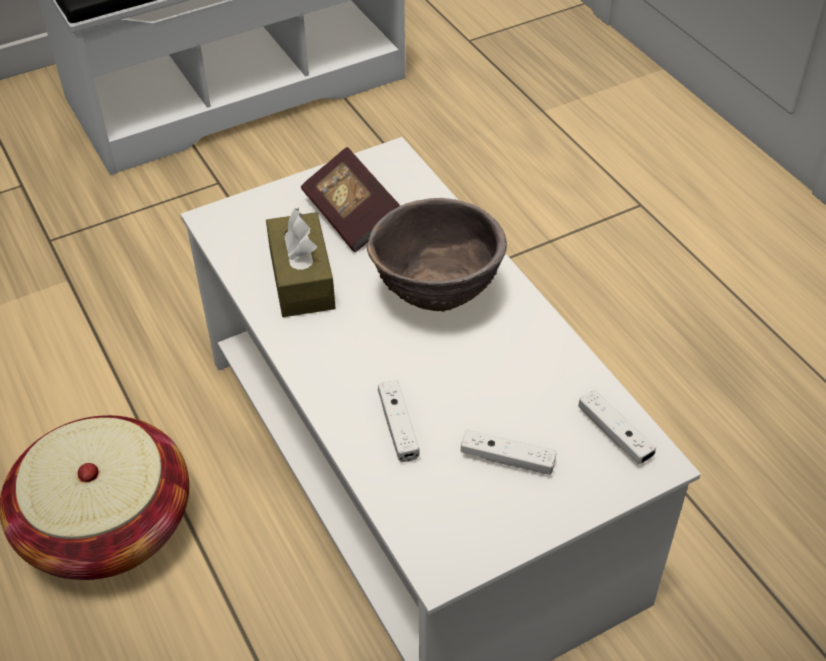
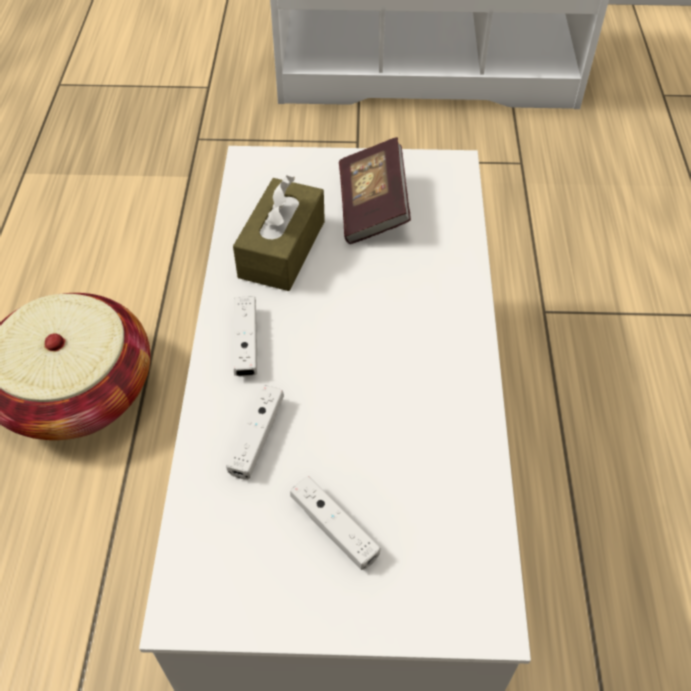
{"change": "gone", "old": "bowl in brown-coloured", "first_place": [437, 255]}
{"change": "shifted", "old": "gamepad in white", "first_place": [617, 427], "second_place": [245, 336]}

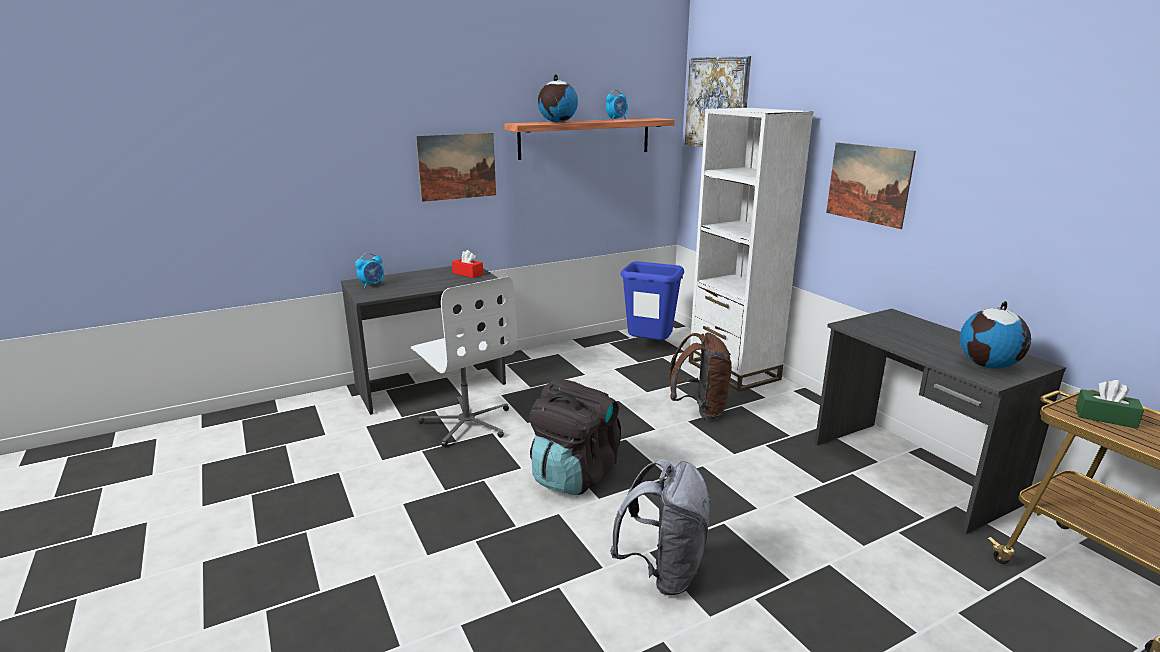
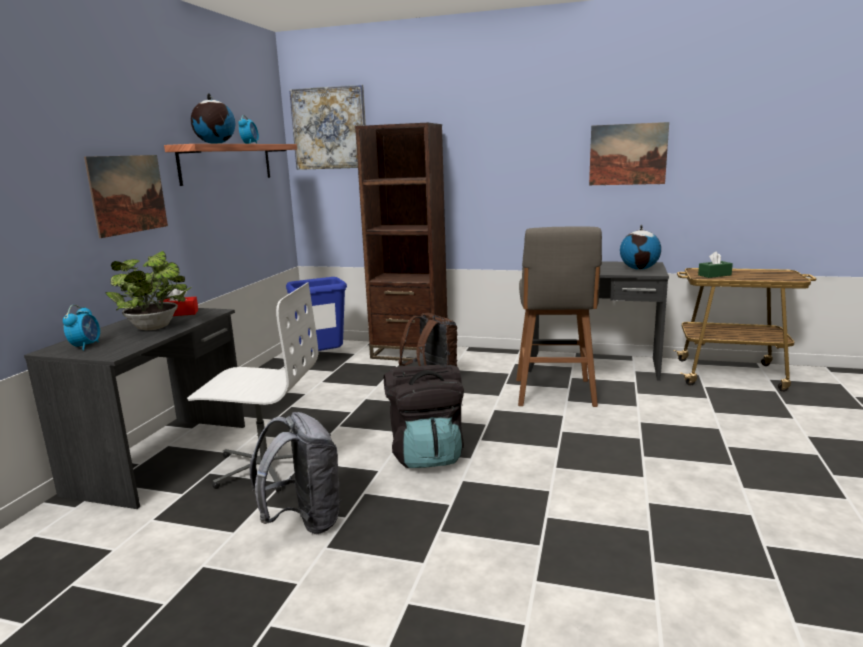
{"change": "new", "new": "potted plant", "second_place": [149, 290]}
{"change": "new", "new": "stool seat in greyish", "second_place": [559, 316]}
{"change": "shifted", "old": "backpack in greyish", "first_place": [661, 527], "second_place": [295, 473]}
{"change": "shifted", "old": "wall art", "first_place": [871, 185], "second_place": [629, 153]}
{"change": "repainted", "old": "bookcase in white", "new": "bookcase in brown-coloured", "first_place": [751, 250], "second_place": [401, 242]}

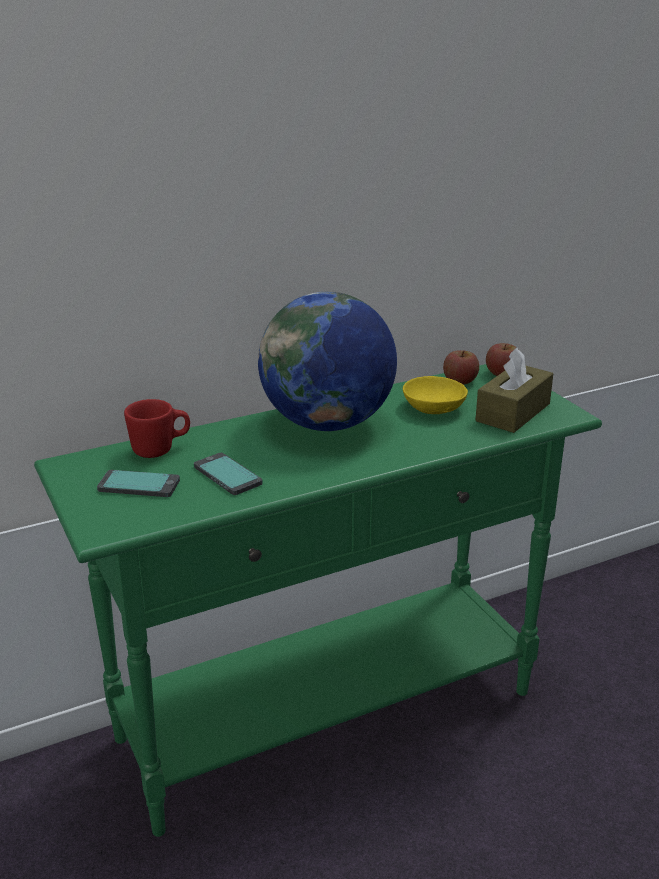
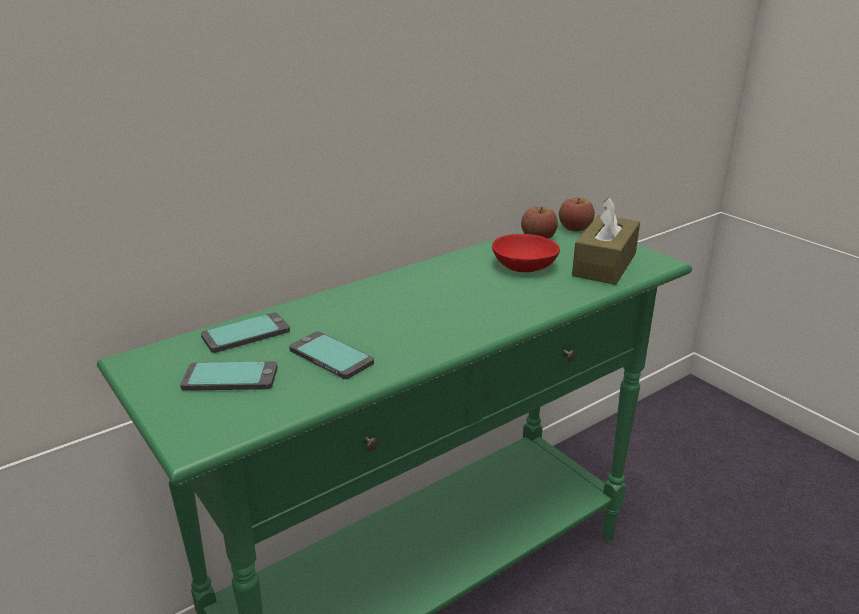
{"change": "gone", "old": "world globe", "first_place": [327, 361]}
{"change": "swapped", "old": "coffee mug in reddish", "new": "telephone", "first_place": [157, 428], "second_place": [245, 333]}
{"change": "repainted", "old": "bowl in yellowish", "new": "bowl in reddish", "first_place": [435, 395], "second_place": [526, 253]}

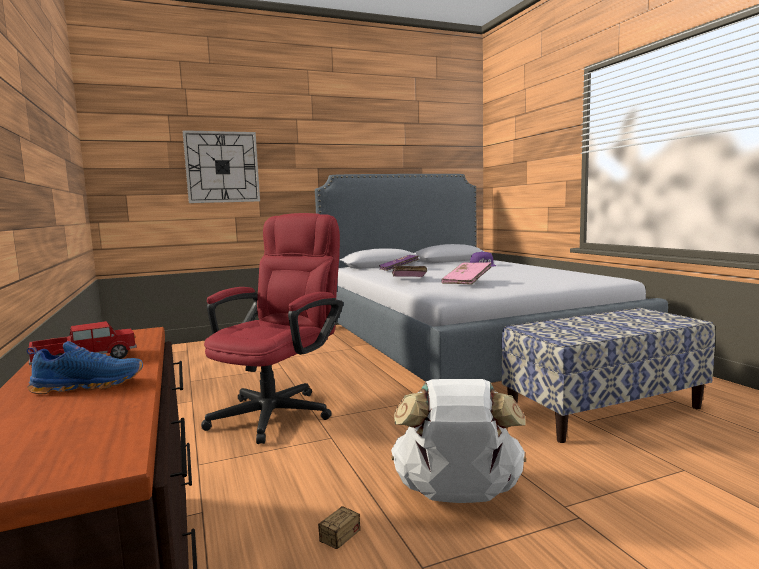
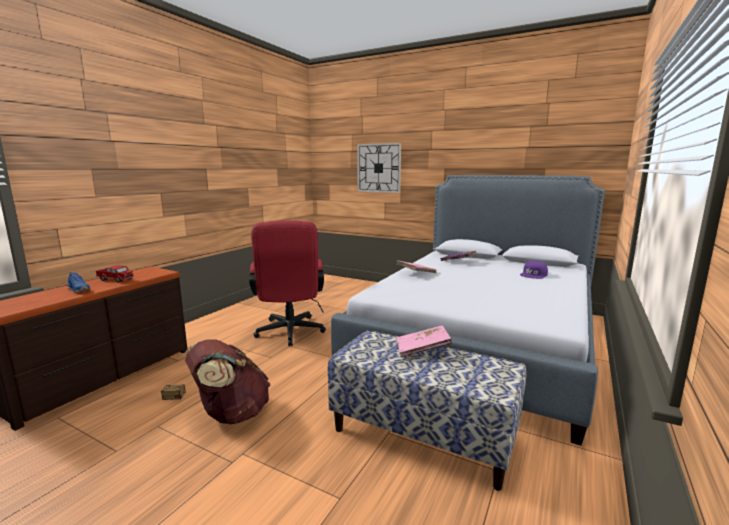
{"change": "shifted", "old": "book in pink", "first_place": [466, 273], "second_place": [424, 341]}
{"change": "repainted", "old": "backpack in white", "new": "backpack in brown-coloured", "first_place": [458, 441], "second_place": [227, 381]}
{"change": "rotated", "old": "computer chair in reddish", "first_place": [272, 328], "second_place": [287, 283], "degrees": 90}

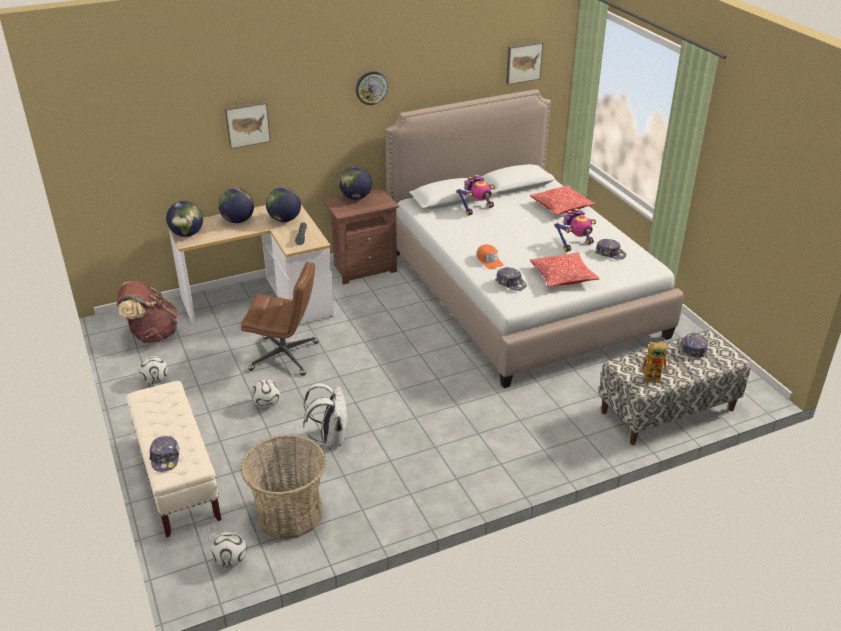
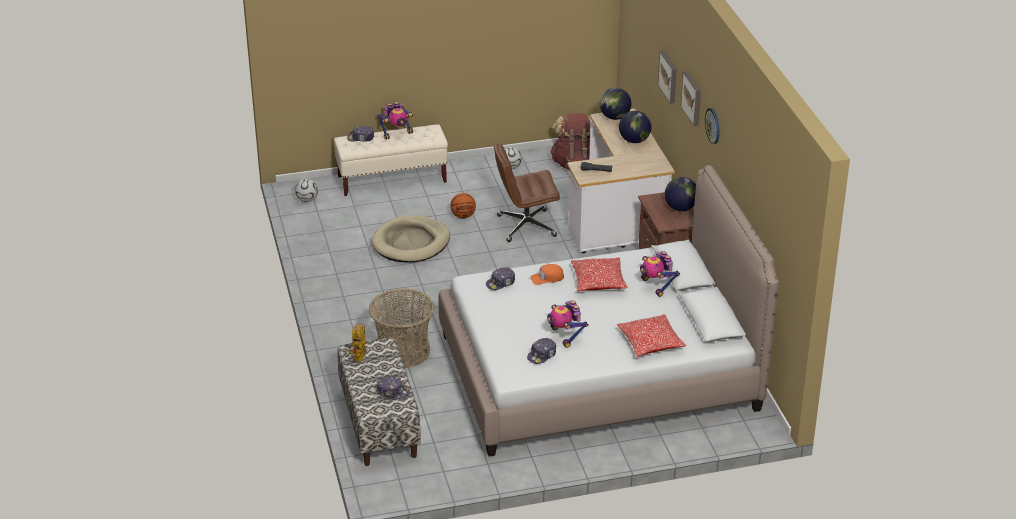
{"change": "gone", "old": "world globe", "first_place": [283, 204]}
{"change": "new", "new": "model robot", "second_place": [395, 121]}
{"change": "shifted", "old": "household basket", "first_place": [283, 487], "second_place": [402, 328]}
{"change": "shifted", "old": "wall art", "first_place": [524, 63], "second_place": [691, 98]}
{"change": "shifted", "old": "cushion", "first_place": [565, 269], "second_place": [599, 274]}
{"change": "swapped", "old": "ball for football", "new": "ball for basketball", "first_place": [265, 393], "second_place": [463, 205]}
{"change": "swapped", "old": "backpack in white", "new": "pet bed in beige", "first_place": [325, 415], "second_place": [410, 239]}
{"change": "rotated", "old": "computer chair in brown-coloured", "first_place": [280, 319], "second_place": [527, 192], "degrees": 60}

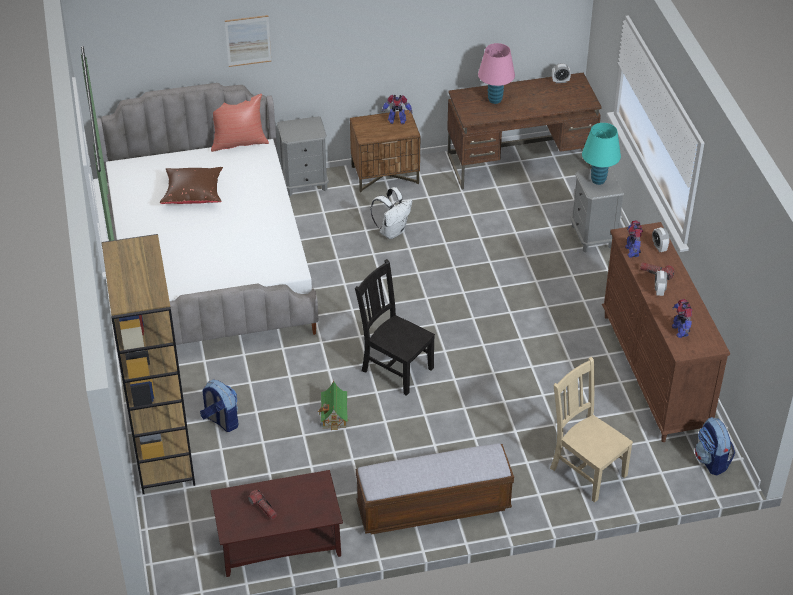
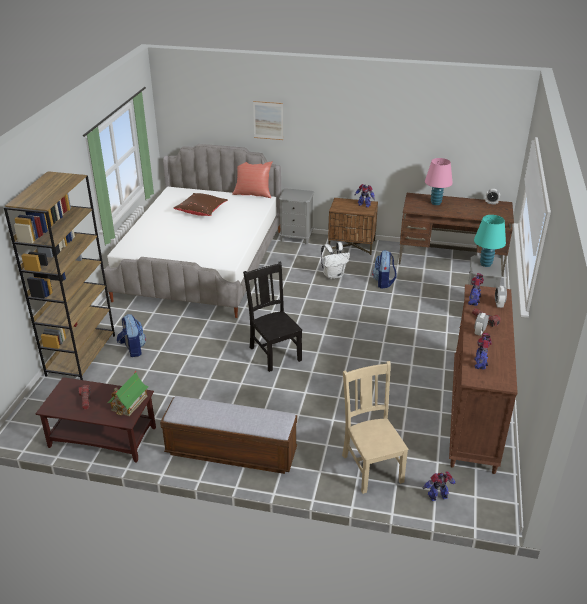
{"change": "new", "new": "model robot", "second_place": [439, 486]}
{"change": "shifted", "old": "miniature house", "first_place": [333, 405], "second_place": [128, 393]}
{"change": "shifted", "old": "backpack", "first_place": [715, 446], "second_place": [384, 269]}

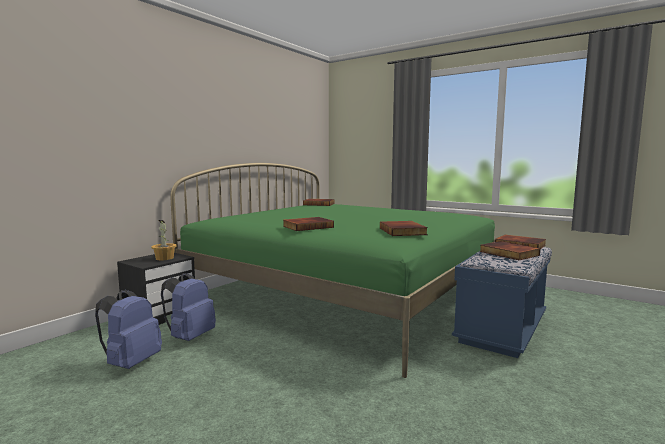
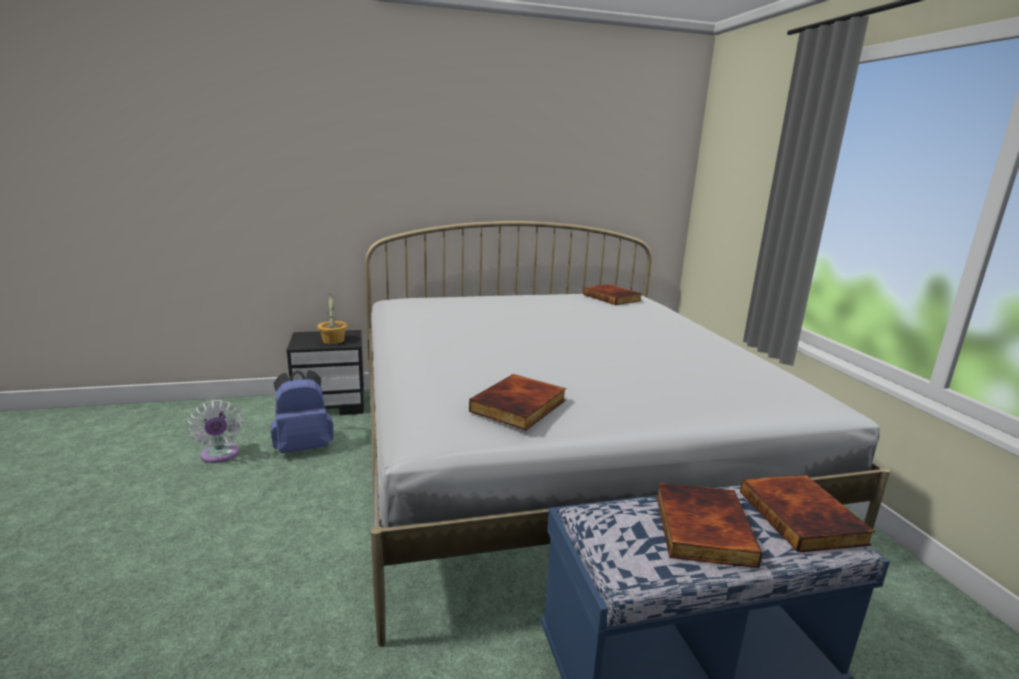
{"change": "gone", "old": "book", "first_place": [308, 224]}
{"change": "swapped", "old": "backpack in blue", "new": "fan in white", "first_place": [128, 329], "second_place": [215, 431]}
{"change": "repainted", "old": "bed in green", "new": "bed in white", "first_place": [332, 270], "second_place": [627, 434]}

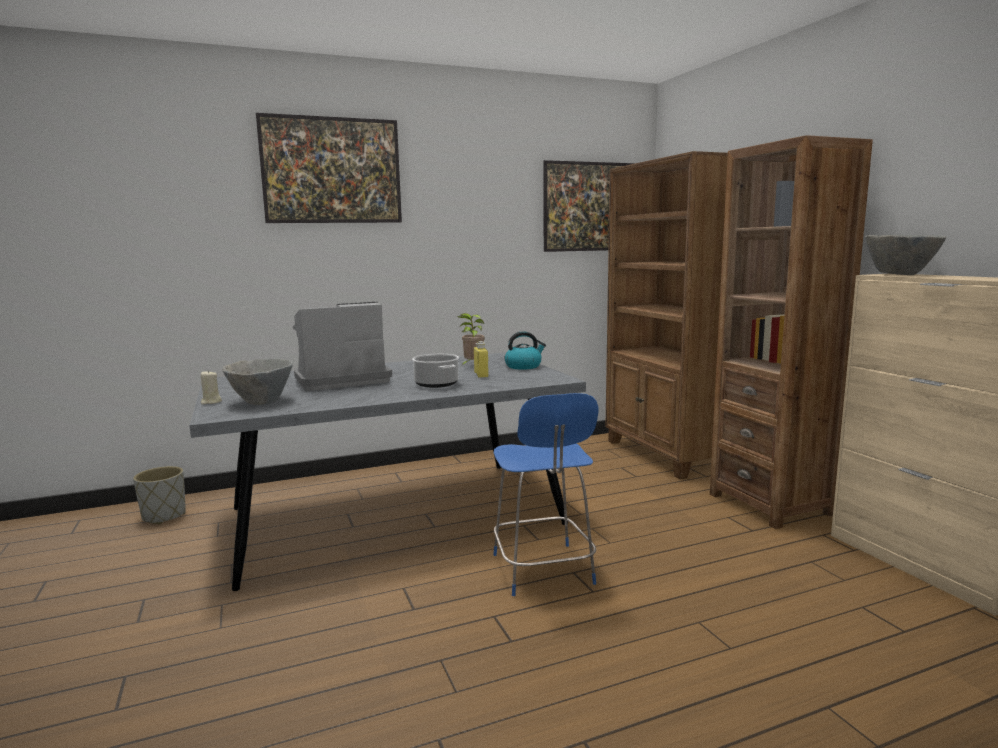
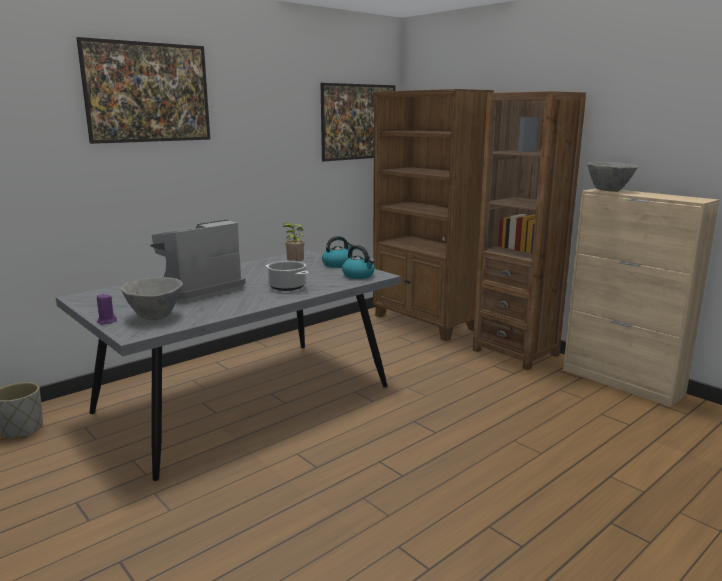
{"change": "gone", "old": "drink bottle in yellowish", "first_place": [481, 359]}
{"change": "gone", "old": "plain chair in blue", "first_place": [545, 494]}
{"change": "new", "new": "tea kettle", "second_place": [358, 262]}
{"change": "repainted", "old": "wax light in beige", "new": "wax light in purple-coloured", "first_place": [211, 388], "second_place": [107, 309]}

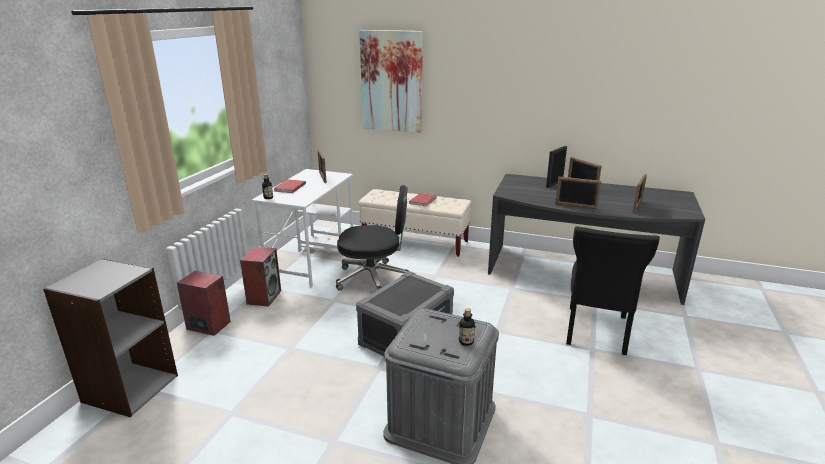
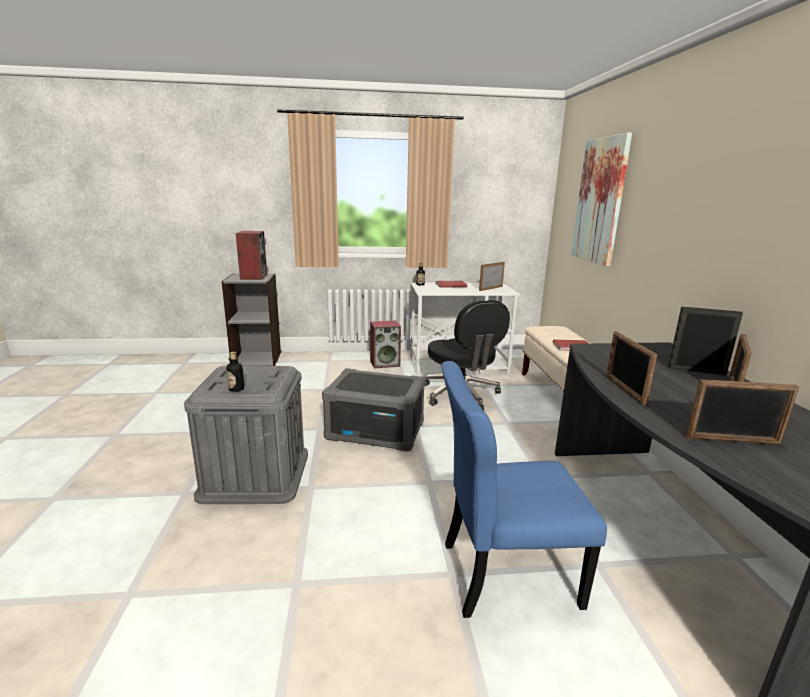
{"change": "shifted", "old": "audio speaker", "first_place": [204, 303], "second_place": [251, 255]}
{"change": "repainted", "old": "plain chair in black-coloured", "new": "plain chair in blue", "first_place": [613, 291], "second_place": [524, 489]}

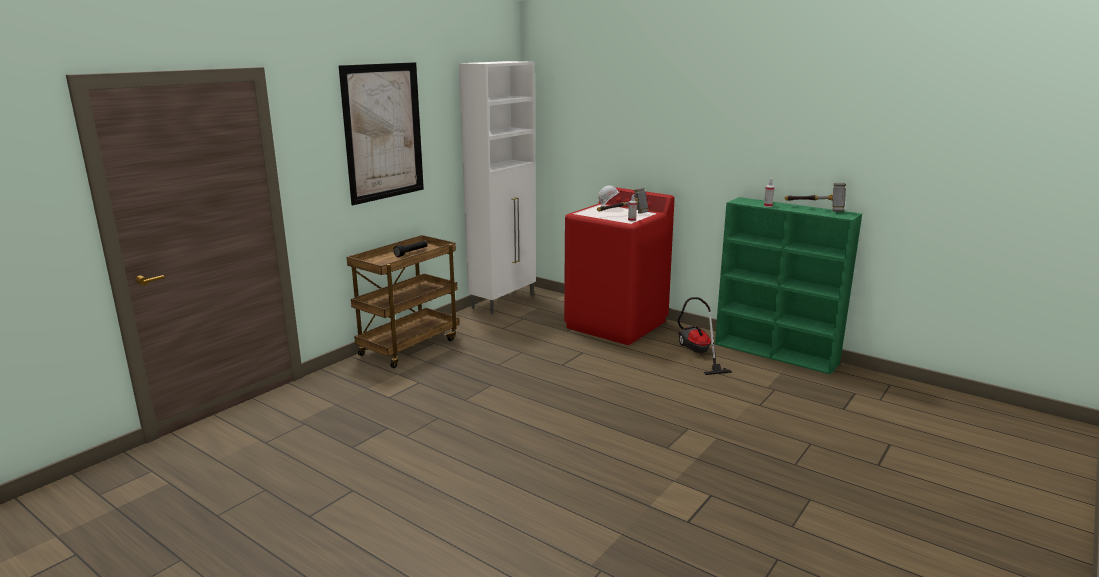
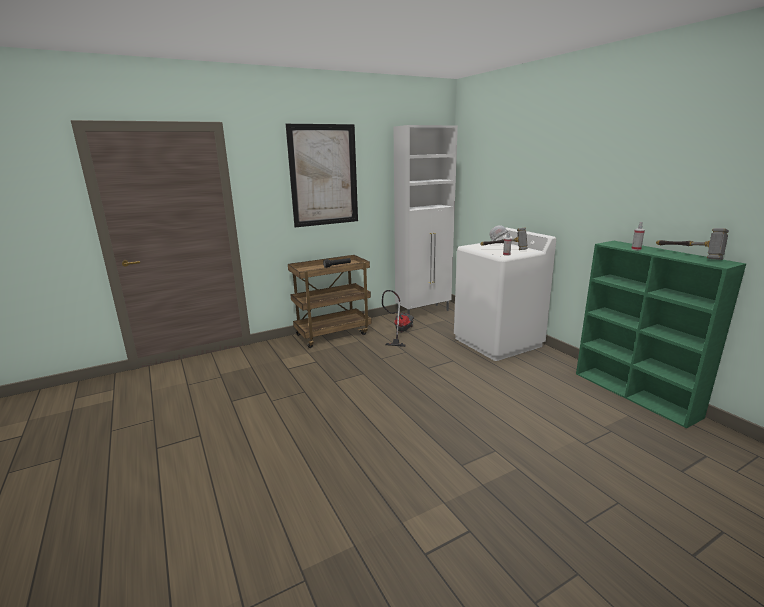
{"change": "shifted", "old": "vacuum cleaner", "first_place": [705, 336], "second_place": [398, 318]}
{"change": "repainted", "old": "washing machine in reddish", "new": "washing machine in white", "first_place": [619, 266], "second_place": [505, 294]}

